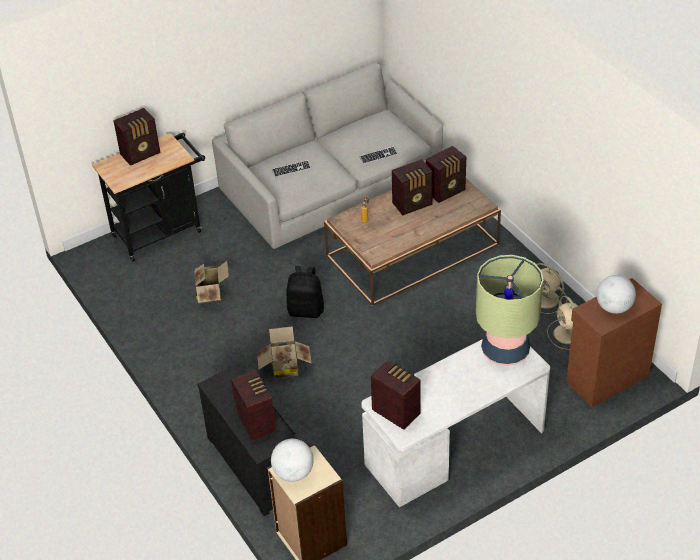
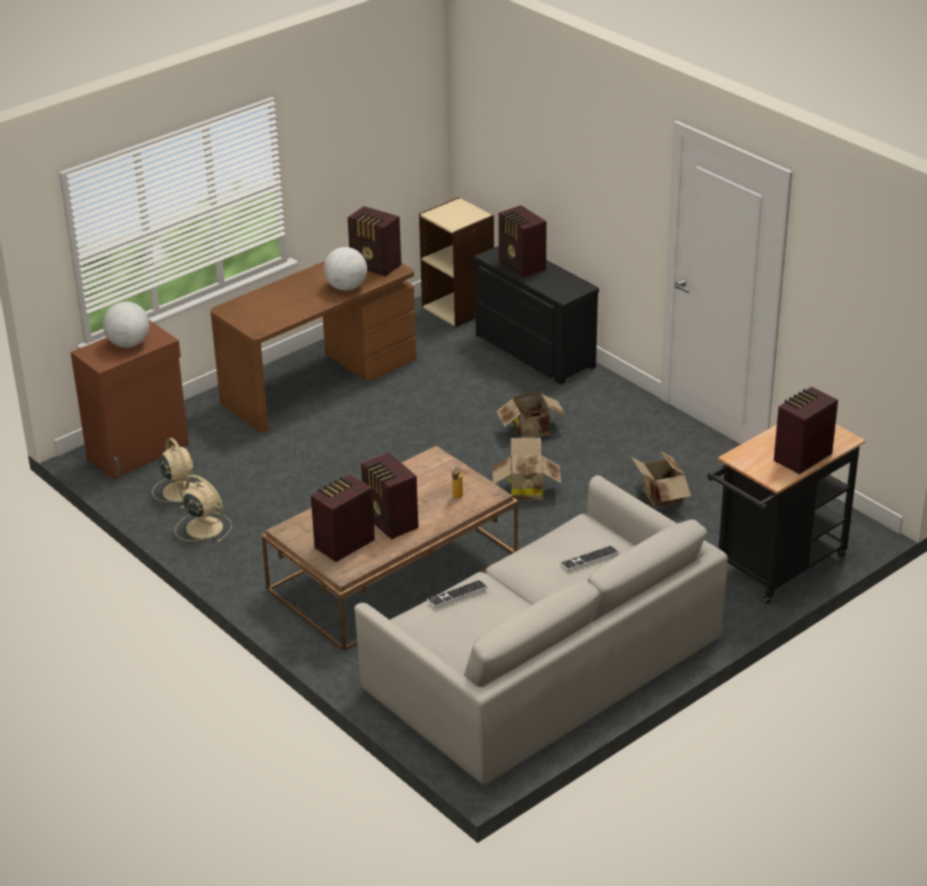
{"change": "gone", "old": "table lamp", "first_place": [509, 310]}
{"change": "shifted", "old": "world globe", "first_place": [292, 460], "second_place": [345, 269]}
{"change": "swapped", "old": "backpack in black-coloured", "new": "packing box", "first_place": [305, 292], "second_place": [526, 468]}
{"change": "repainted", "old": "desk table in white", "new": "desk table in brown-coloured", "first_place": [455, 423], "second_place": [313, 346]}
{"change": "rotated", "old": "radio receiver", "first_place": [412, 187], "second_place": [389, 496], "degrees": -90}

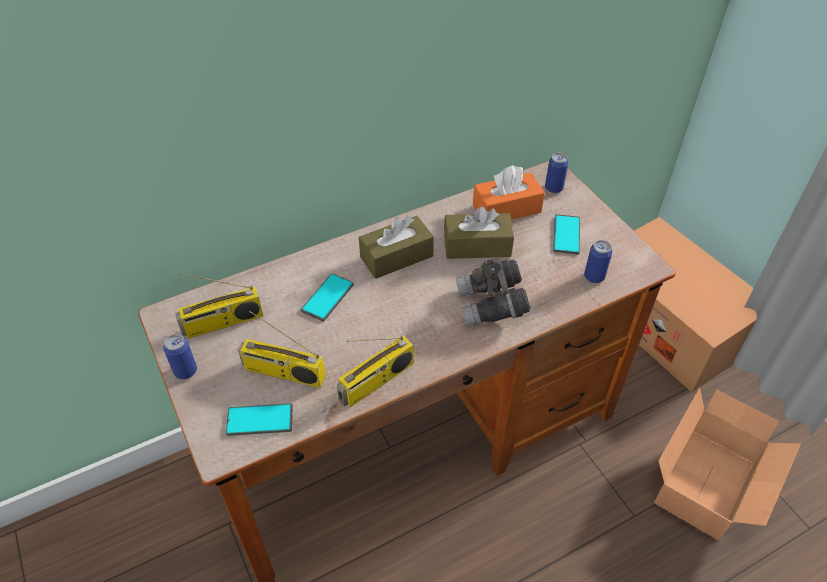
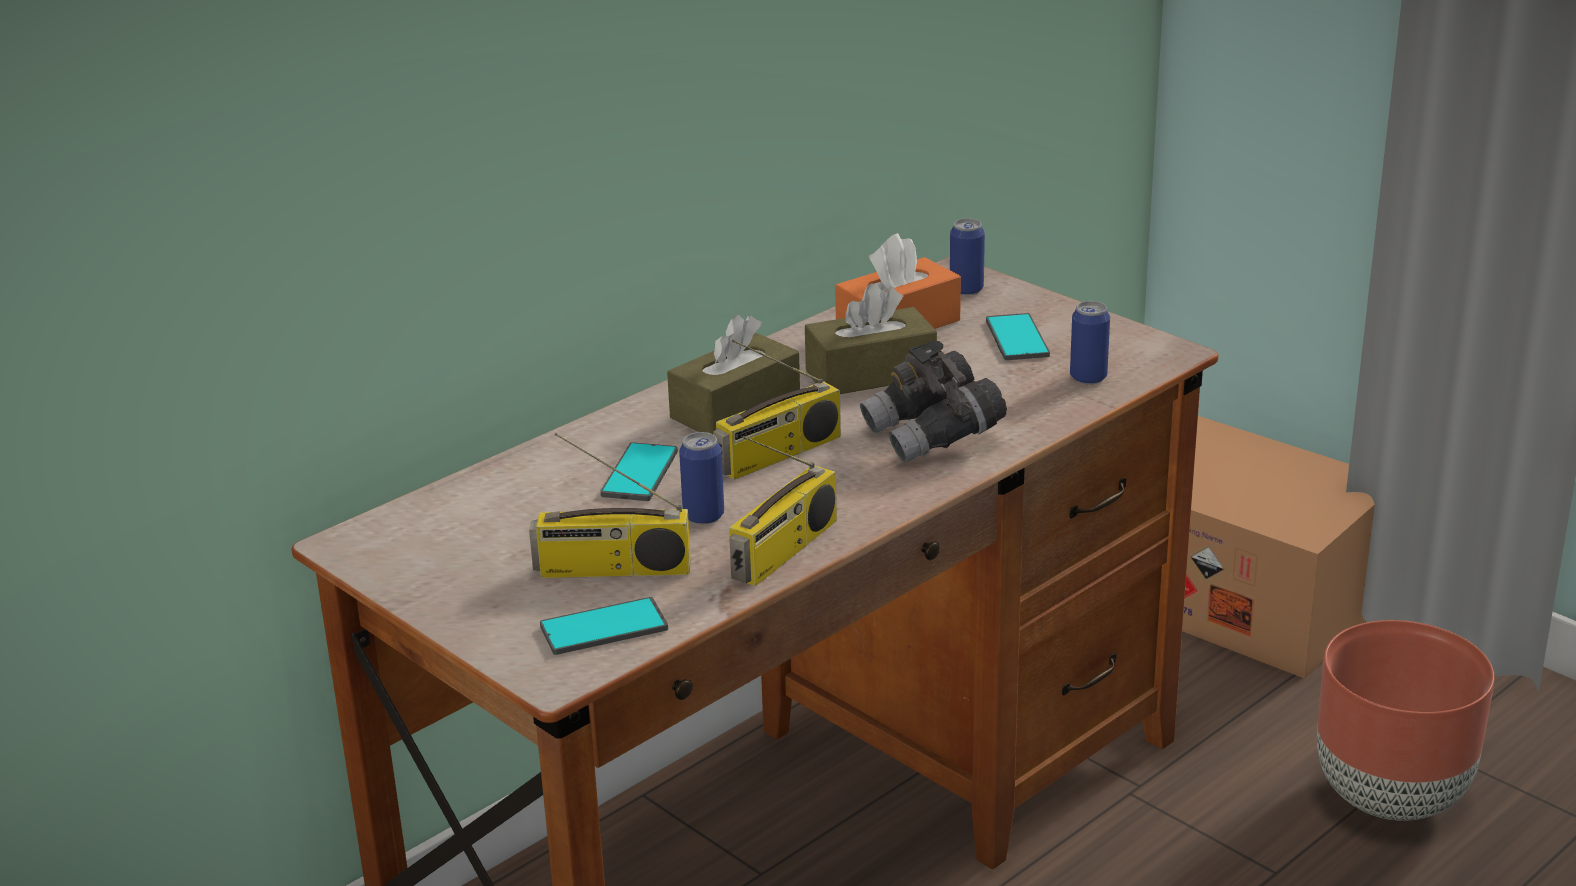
{"change": "shifted", "old": "sealed can", "first_place": [180, 356], "second_place": [701, 478]}
{"change": "shifted", "old": "radio receiver", "first_place": [219, 306], "second_place": [777, 410]}
{"change": "swapped", "old": "packing box", "new": "plant pot in brown-coloured", "first_place": [727, 464], "second_place": [1406, 720]}

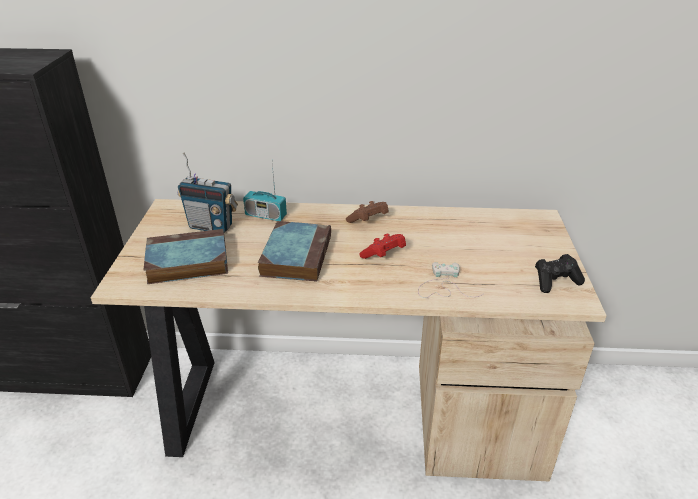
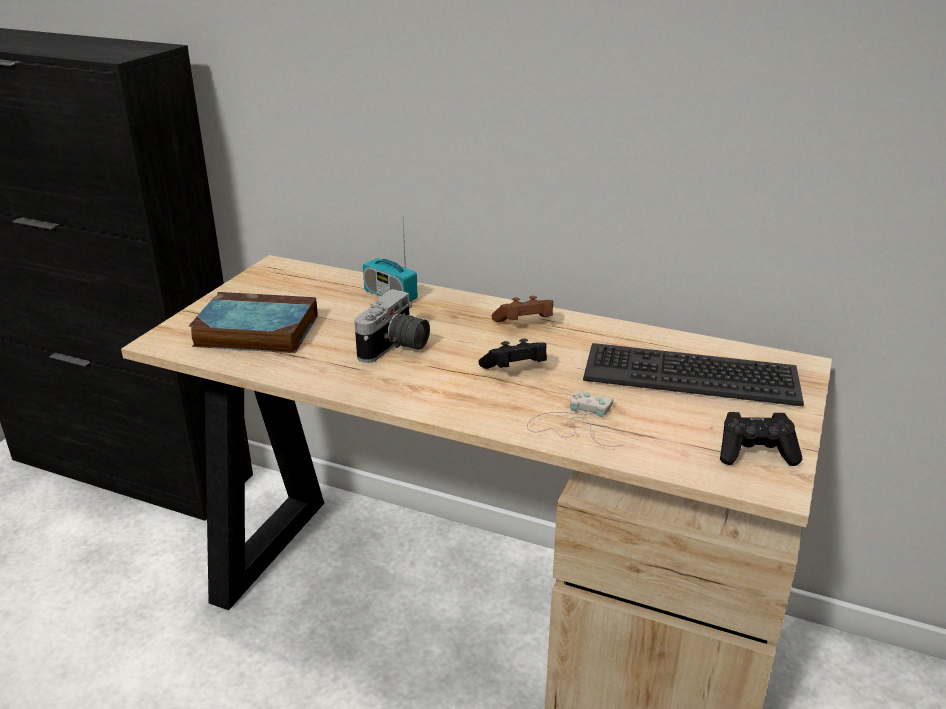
{"change": "gone", "old": "radio receiver", "first_place": [208, 192]}
{"change": "new", "new": "keyboard", "second_place": [693, 374]}
{"change": "swapped", "old": "book", "new": "photo camera", "first_place": [294, 251], "second_place": [392, 326]}
{"change": "repainted", "old": "gamepad in reddish", "new": "gamepad in black-coloured", "first_place": [382, 246], "second_place": [513, 353]}

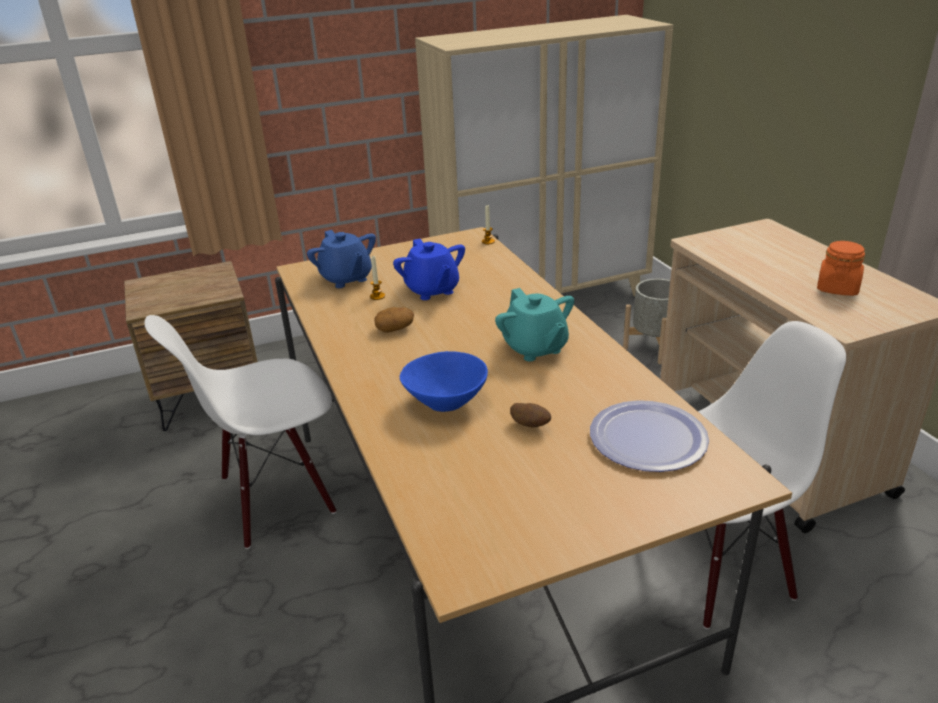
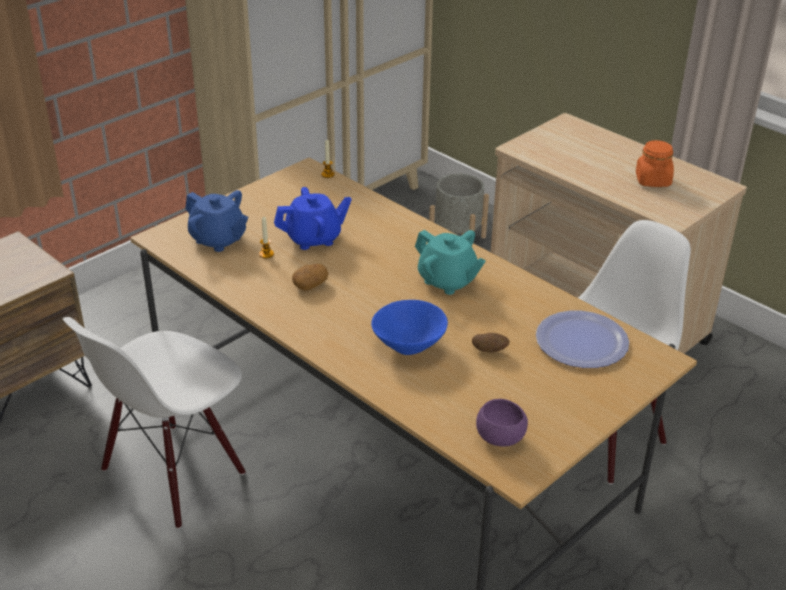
{"change": "new", "new": "bowl in purple-coloured", "second_place": [502, 423]}
{"change": "rotated", "old": "pot for tea in blue", "first_place": [429, 269], "second_place": [313, 218], "degrees": -60}

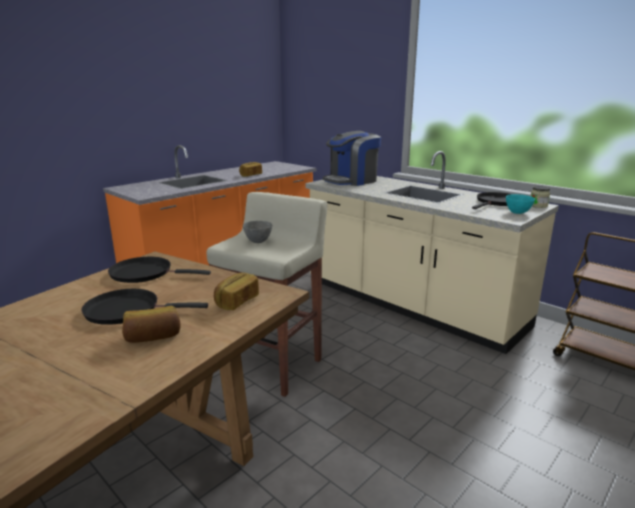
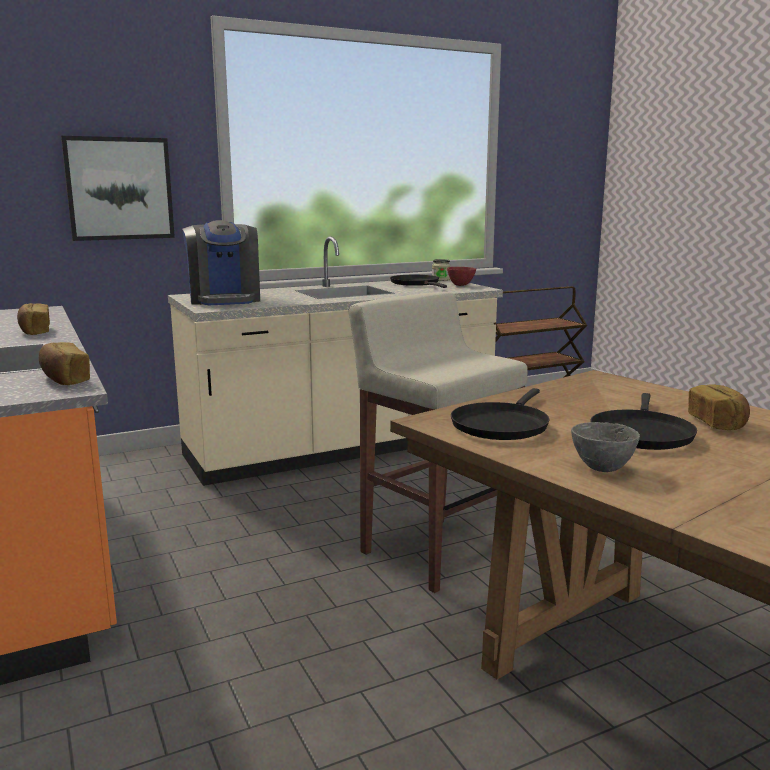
{"change": "new", "new": "wall art", "second_place": [118, 188]}
{"change": "shifted", "old": "baked bread", "first_place": [236, 291], "second_place": [64, 363]}
{"change": "shifted", "old": "bowl in greyish", "first_place": [257, 232], "second_place": [605, 447]}
{"change": "repainted", "old": "bowl in blue-green", "new": "bowl in reddish", "first_place": [520, 204], "second_place": [461, 276]}

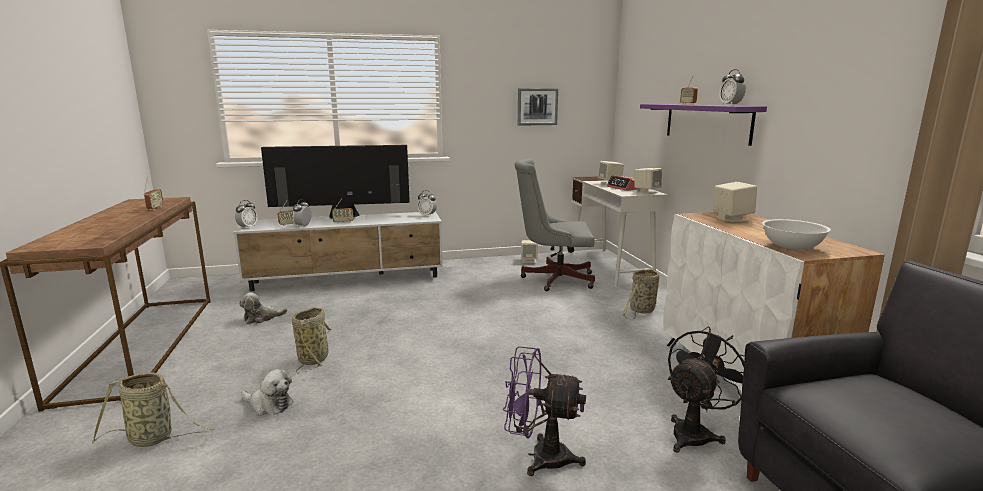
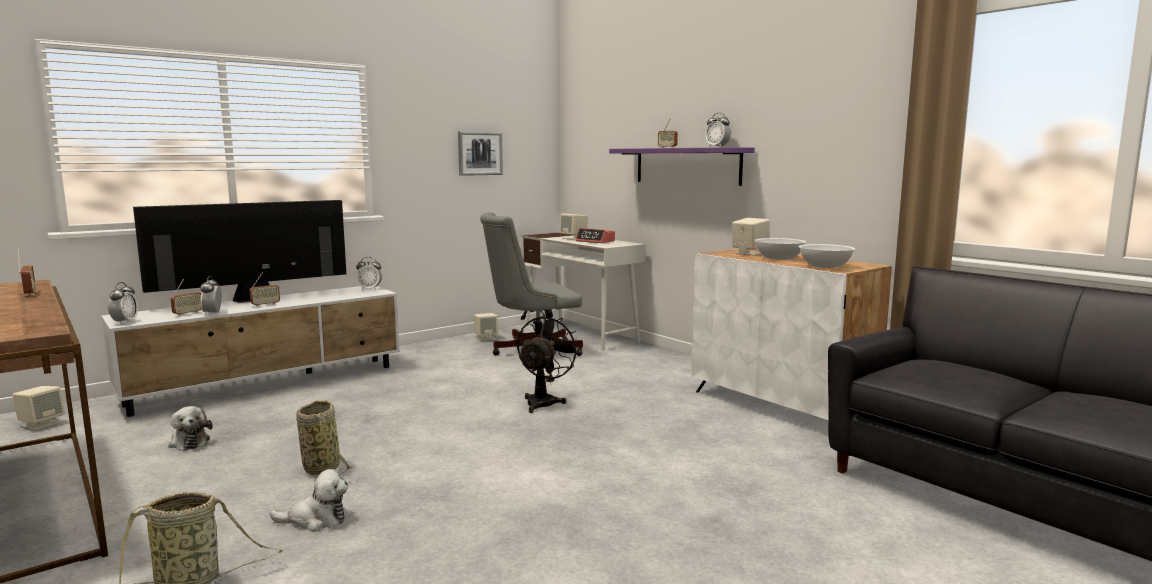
{"change": "gone", "old": "fan in purple-coloured", "first_place": [544, 411]}
{"change": "gone", "old": "household basket", "first_place": [641, 294]}
{"change": "new", "new": "bowl in white", "second_place": [780, 249]}
{"change": "shifted", "old": "audio speaker in beige", "first_place": [648, 181], "second_place": [39, 408]}
{"change": "shifted", "old": "fan in black-coloured", "first_place": [706, 389], "second_place": [548, 364]}
{"change": "rotated", "old": "cuddly toy", "first_place": [263, 308], "second_place": [190, 428], "degrees": -75}

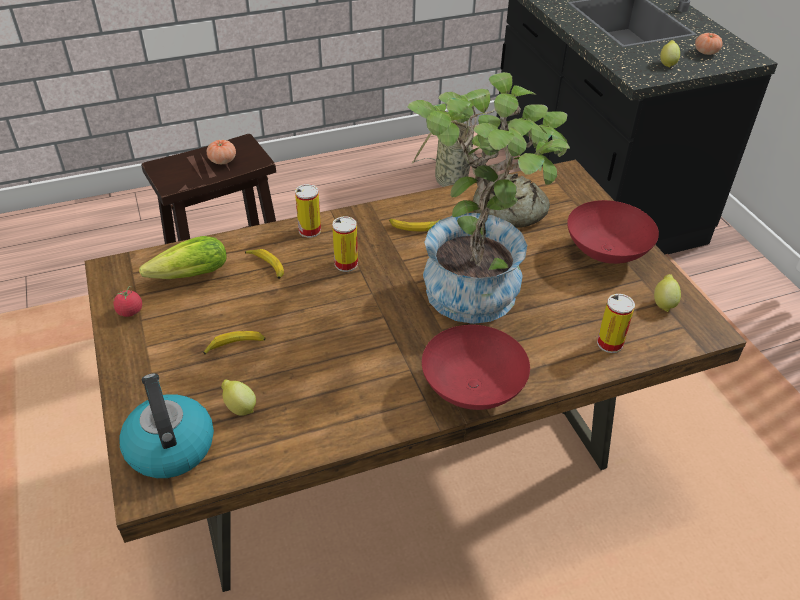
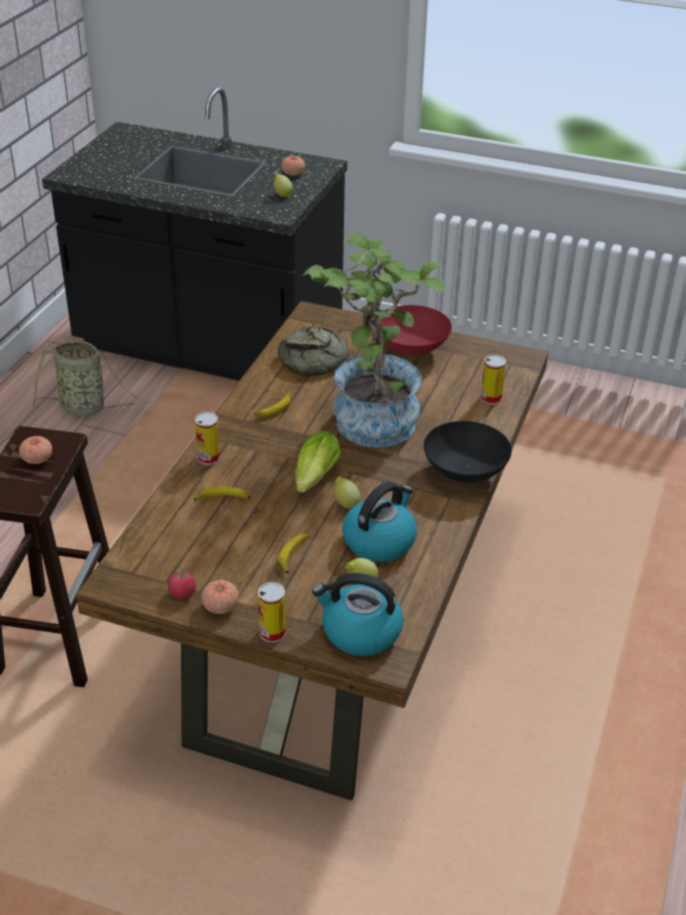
{"change": "new", "new": "whole tomato", "second_place": [220, 597]}
{"change": "new", "new": "tea kettle", "second_place": [379, 522]}
{"change": "shifted", "old": "lettuce", "first_place": [183, 257], "second_place": [318, 462]}
{"change": "shifted", "old": "sealed can", "first_place": [345, 244], "second_place": [272, 612]}
{"change": "shifted", "old": "whole lemon", "first_place": [667, 293], "second_place": [347, 493]}
{"change": "repainted", "old": "bowl in reddish", "new": "bowl in black-coloured", "first_place": [476, 367], "second_place": [468, 452]}

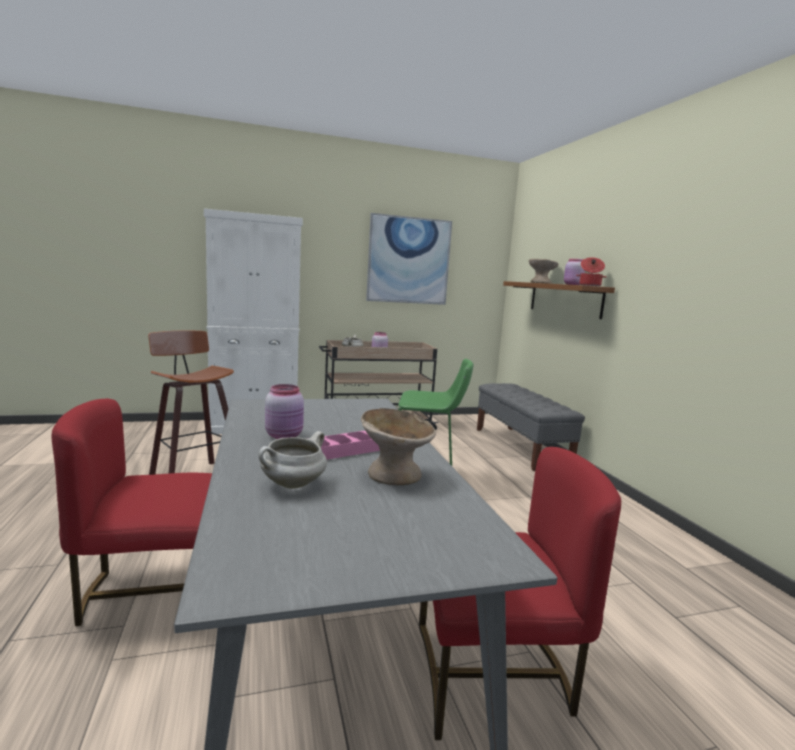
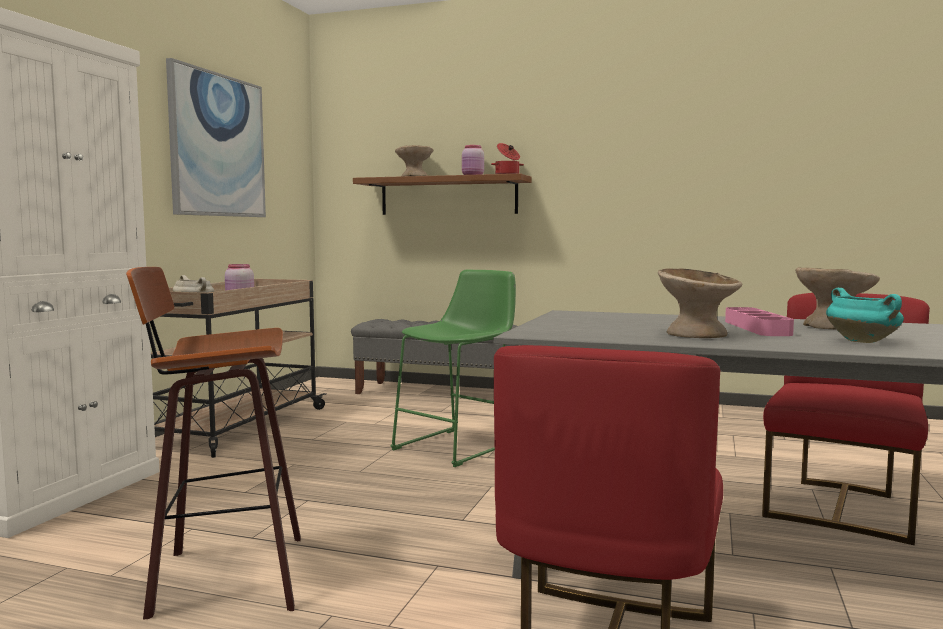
{"change": "swapped", "old": "jar in pink", "new": "bowl in beige", "first_place": [284, 411], "second_place": [700, 303]}
{"change": "repainted", "old": "stockpot in white", "new": "stockpot in blue-green", "first_place": [293, 460], "second_place": [865, 315]}

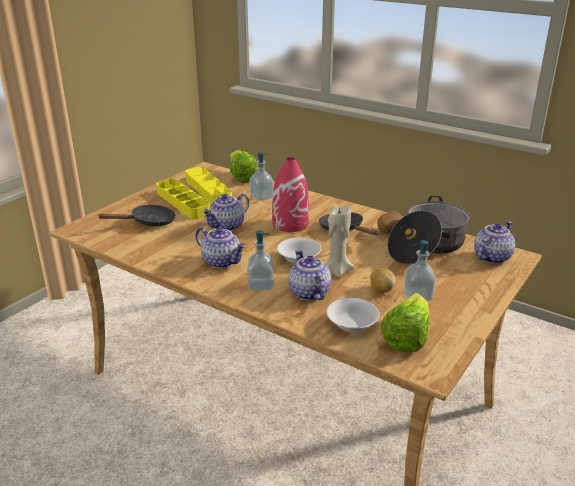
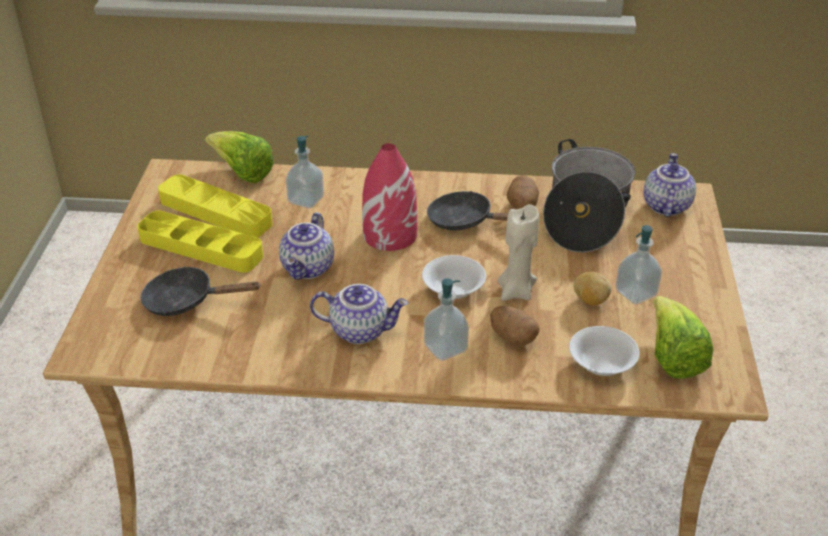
{"change": "swapped", "old": "pot for tea", "new": "potato", "first_place": [309, 275], "second_place": [515, 326]}
{"change": "rotated", "old": "skillet in black-coloured", "first_place": [136, 215], "second_place": [200, 291], "degrees": -120}

